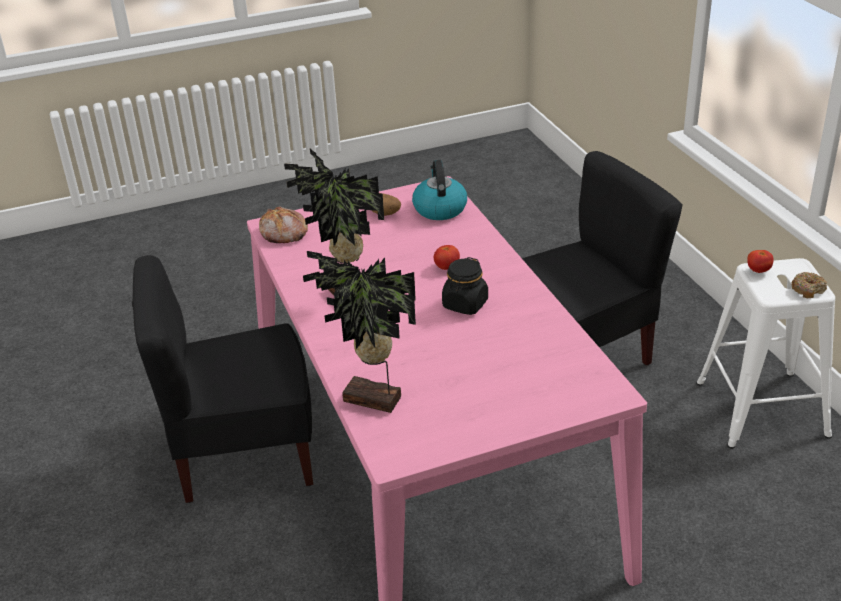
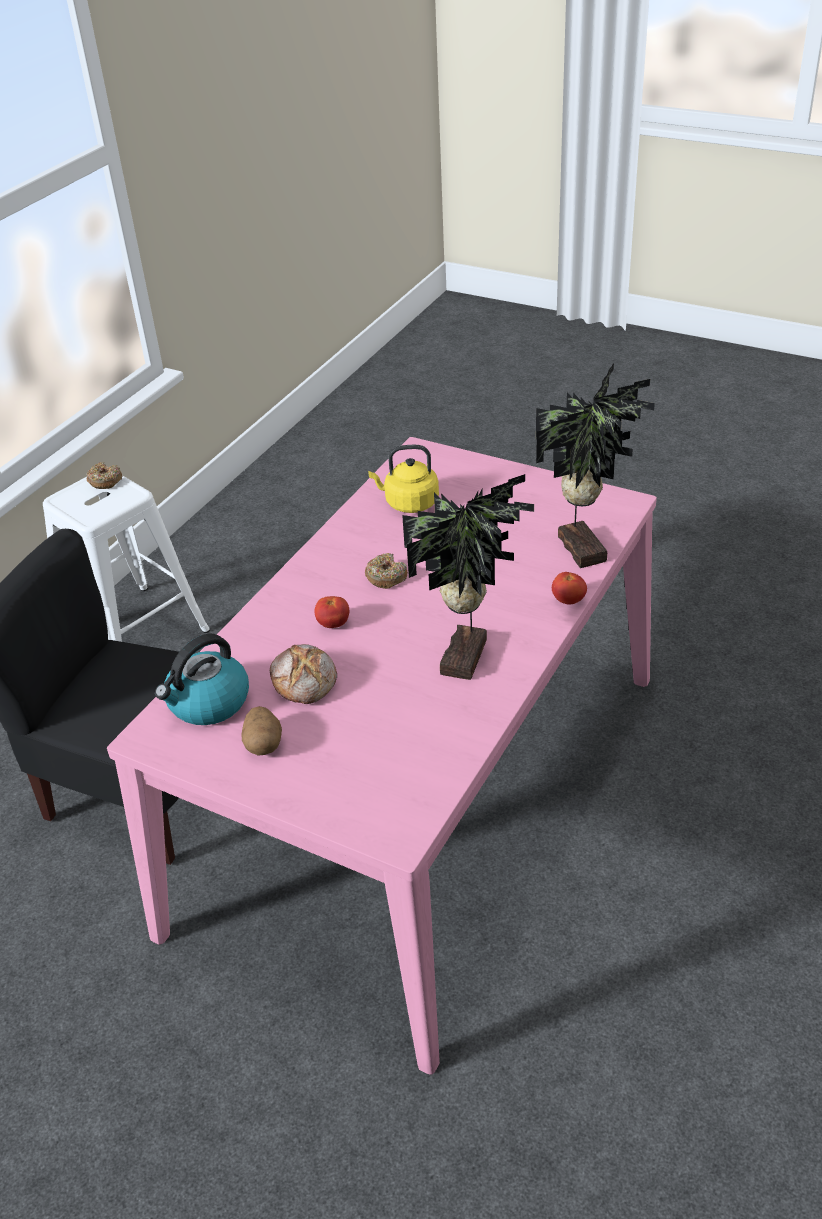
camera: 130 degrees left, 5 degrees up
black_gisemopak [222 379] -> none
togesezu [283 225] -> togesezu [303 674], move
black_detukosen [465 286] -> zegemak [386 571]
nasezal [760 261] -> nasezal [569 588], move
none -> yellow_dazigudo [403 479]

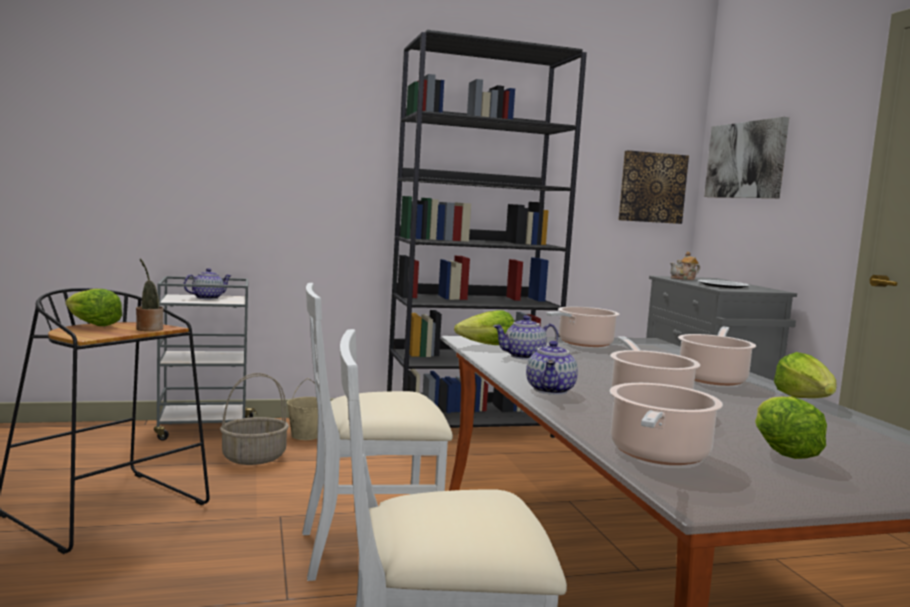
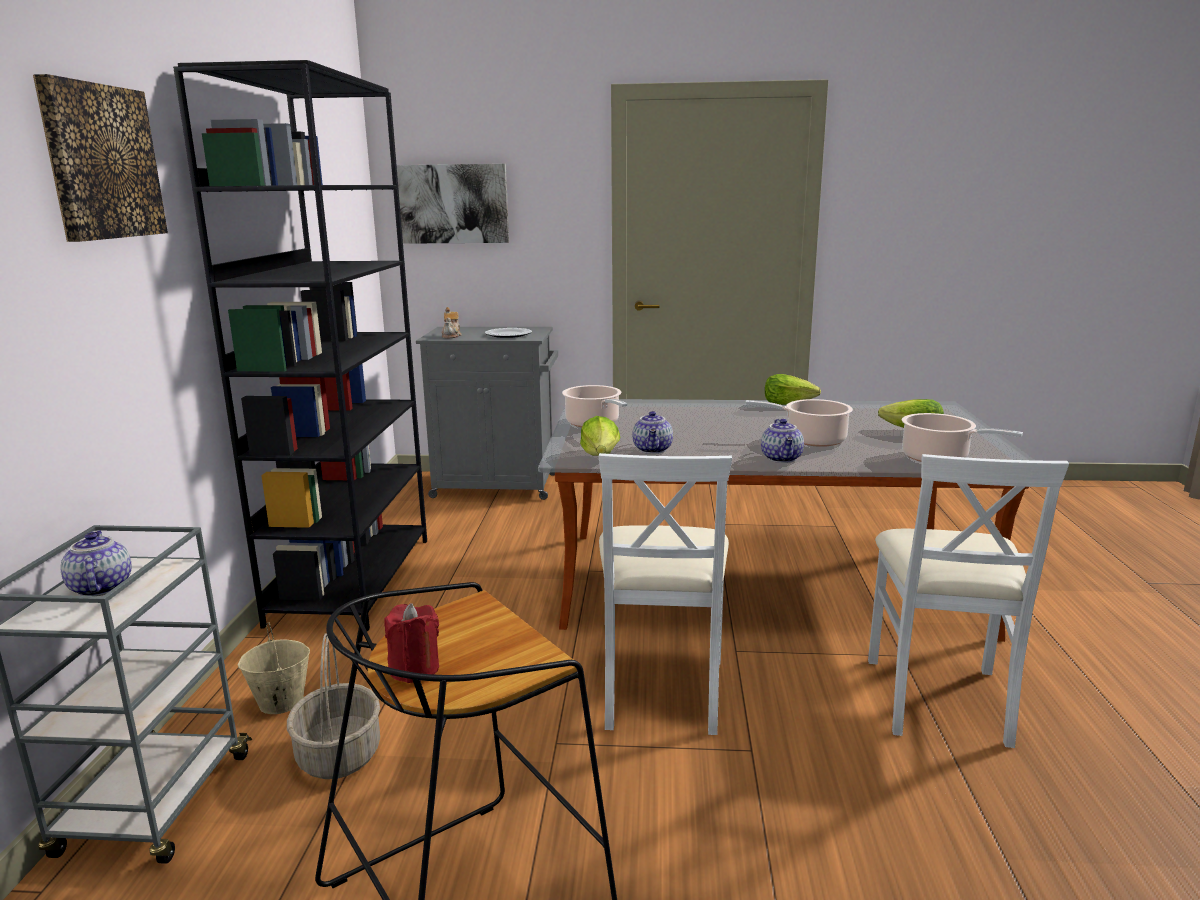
camera: 70 degrees left, 10 degrees up
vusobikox [94 307] -> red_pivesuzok [411 643]
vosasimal [149 295] -> none
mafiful [552 368] -> mafiful [782 441], 60 degrees clockwise
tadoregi [654 187] -> tadoregi [100 158], move
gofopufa [717 356] -> none

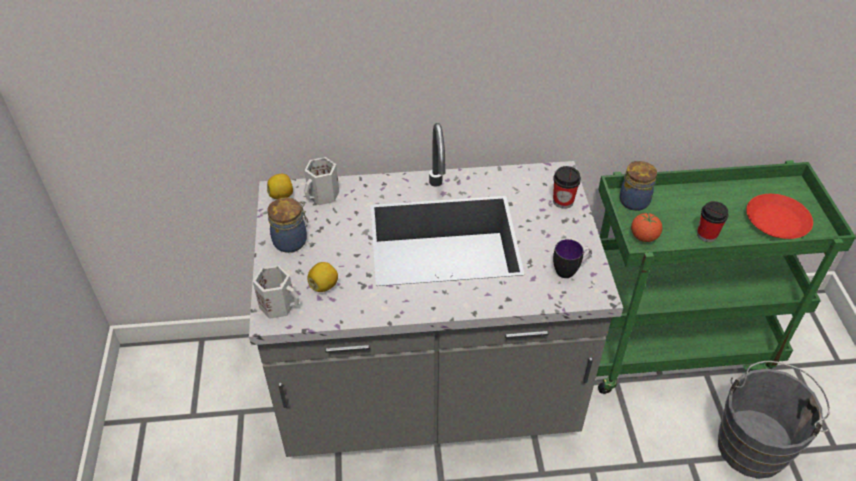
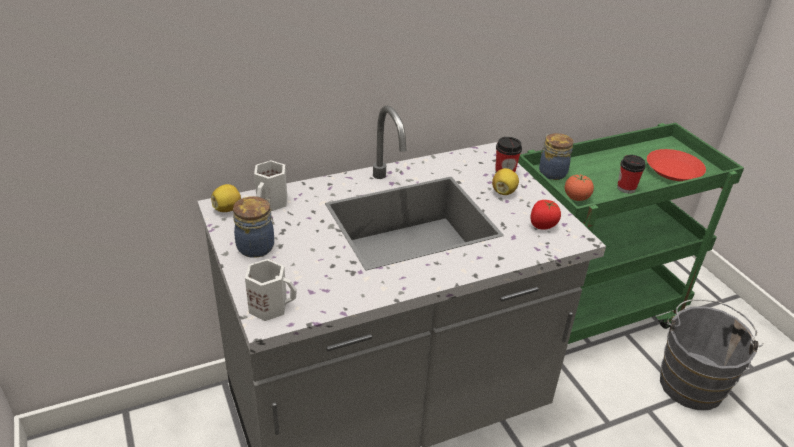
camera: 20 degrees left, 10 degrees down
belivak [323 277] -> belivak [505 181], move
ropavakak [572 258] -> nasezal [545 215]

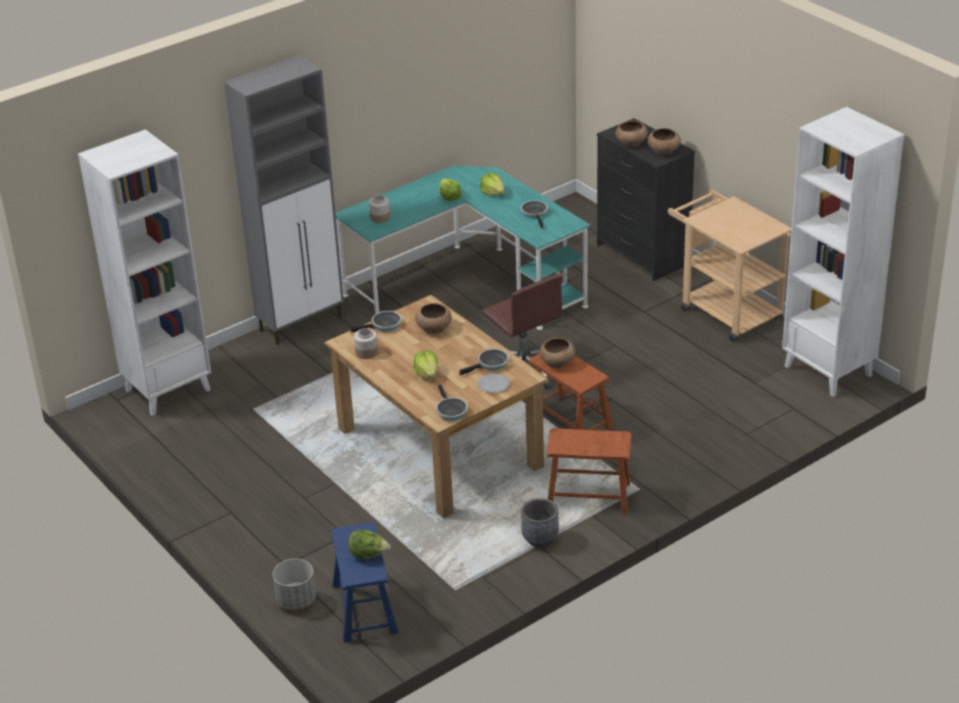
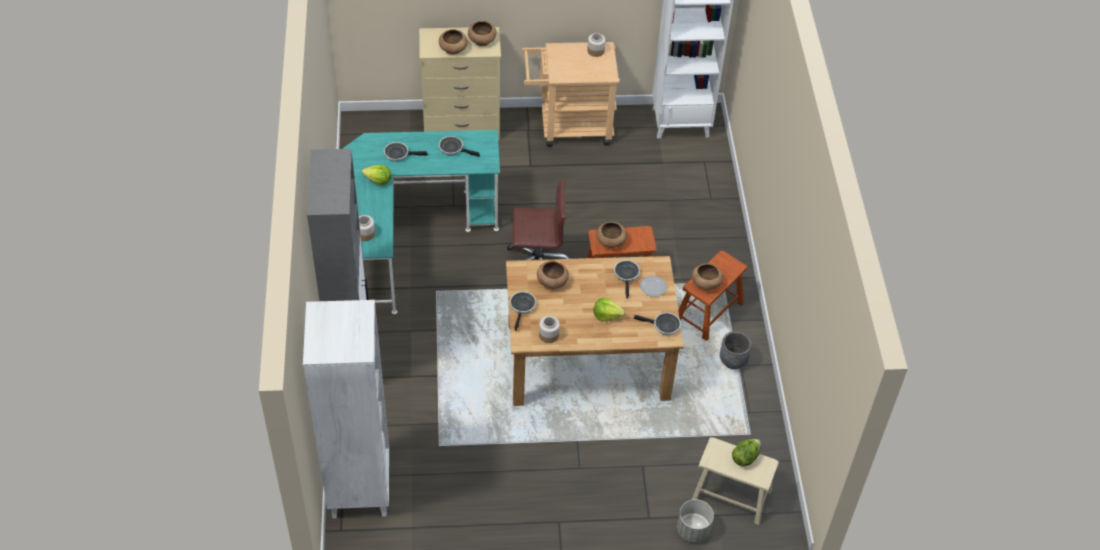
camera: 60 degrees left, 15 degrees up
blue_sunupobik [365 583] -> beige_sunupobik [735 481]
vusobikox [492 184] -> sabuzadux [406 152]
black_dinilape [646 199] -> beige_dinilape [460 83]
none -> detukosen [596 45]
none -> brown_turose [707 276]

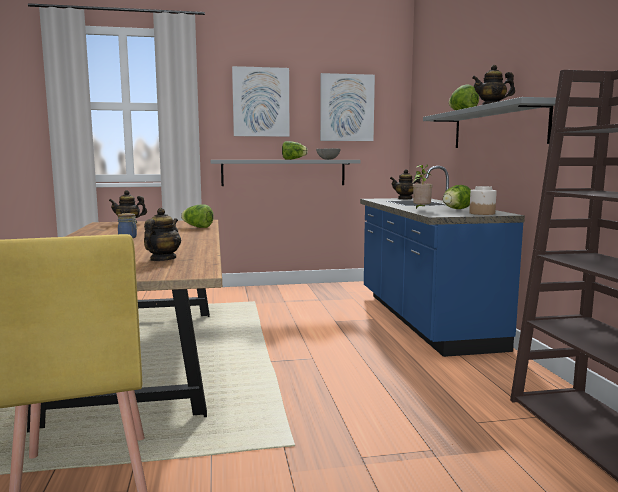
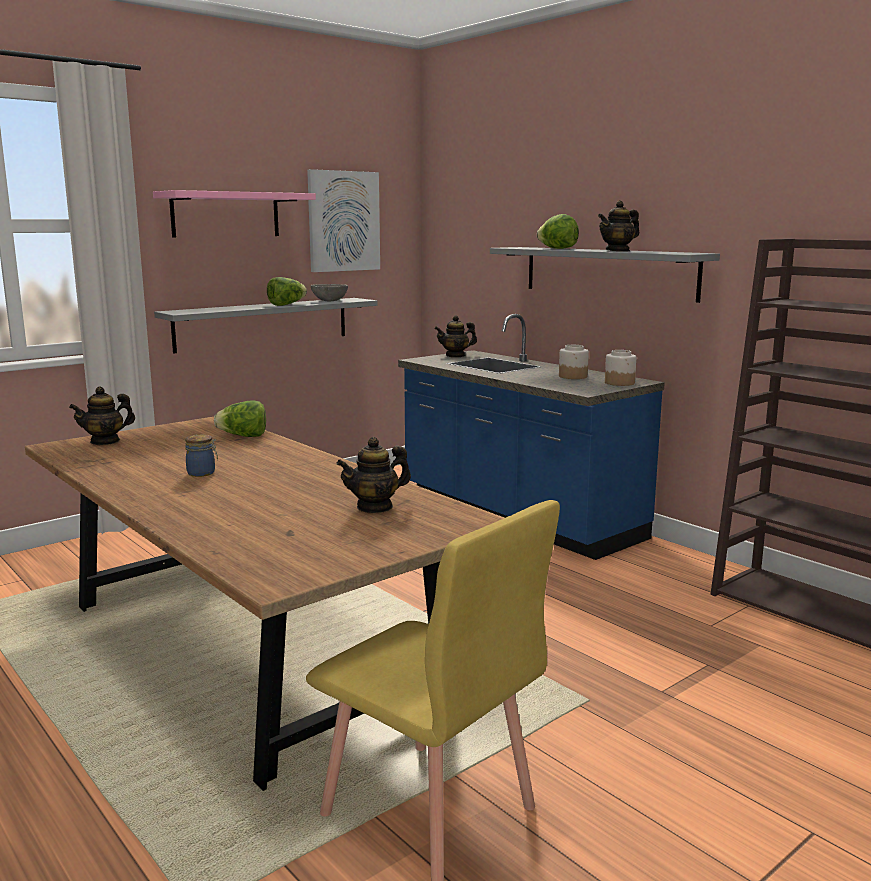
camera: 30 degrees left, 5 degrees up
mafiful [162 234] -> mafiful [373 475], 105 degrees counterclockwise
tadoregi [261 101] -> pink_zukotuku [234 213]
vosasimal [422 186] -> none
vusobikox [457 197] -> detukosen [574 362]

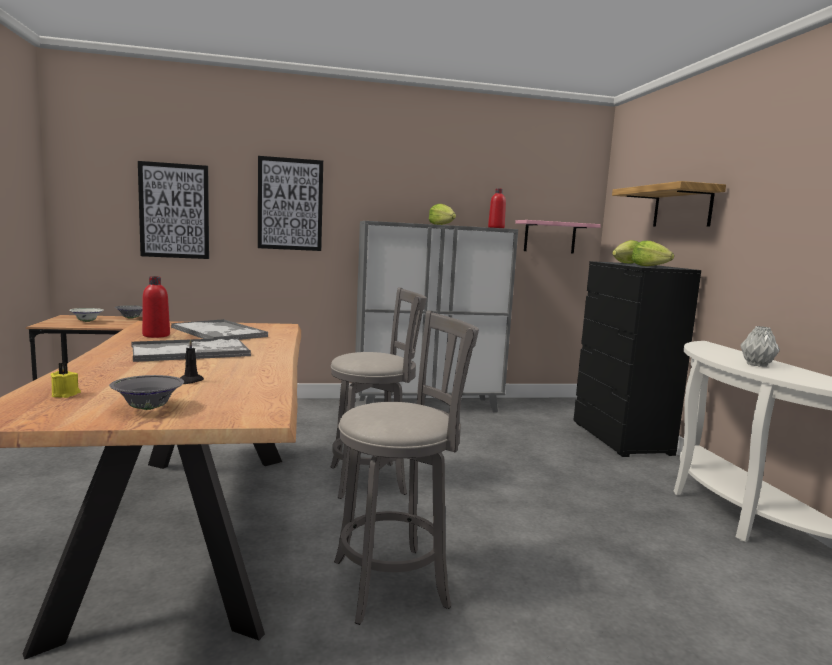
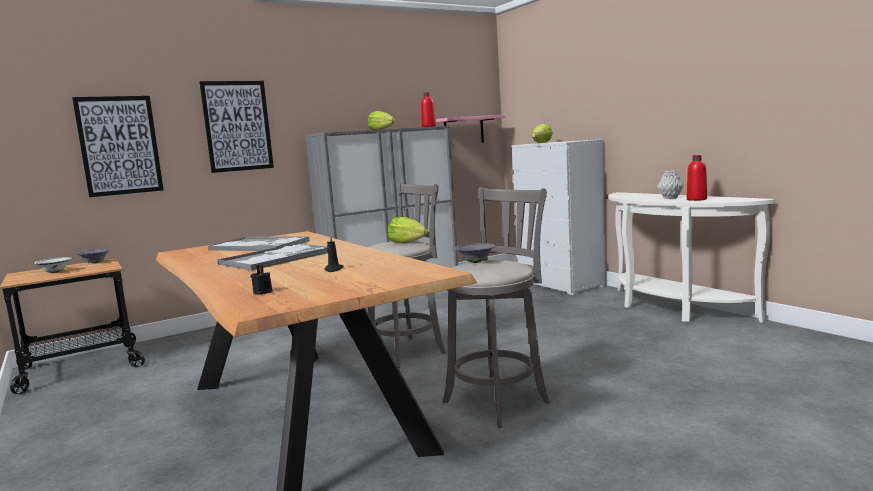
camera: 20 degrees left, 0 degrees up
yellow_pivesuzok [65 380] -> black_pivesuzok [261 280]
grey_turose [146 392] -> grey_turose [475 253], move
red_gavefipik [156 307] -> red_gavefipik [697 178], move
black_dinilape [637 359] -> white_dinilape [559 217]
zukotuku [669 204] -> none
vusobikox [653 253] -> vusobikox [408 230], move

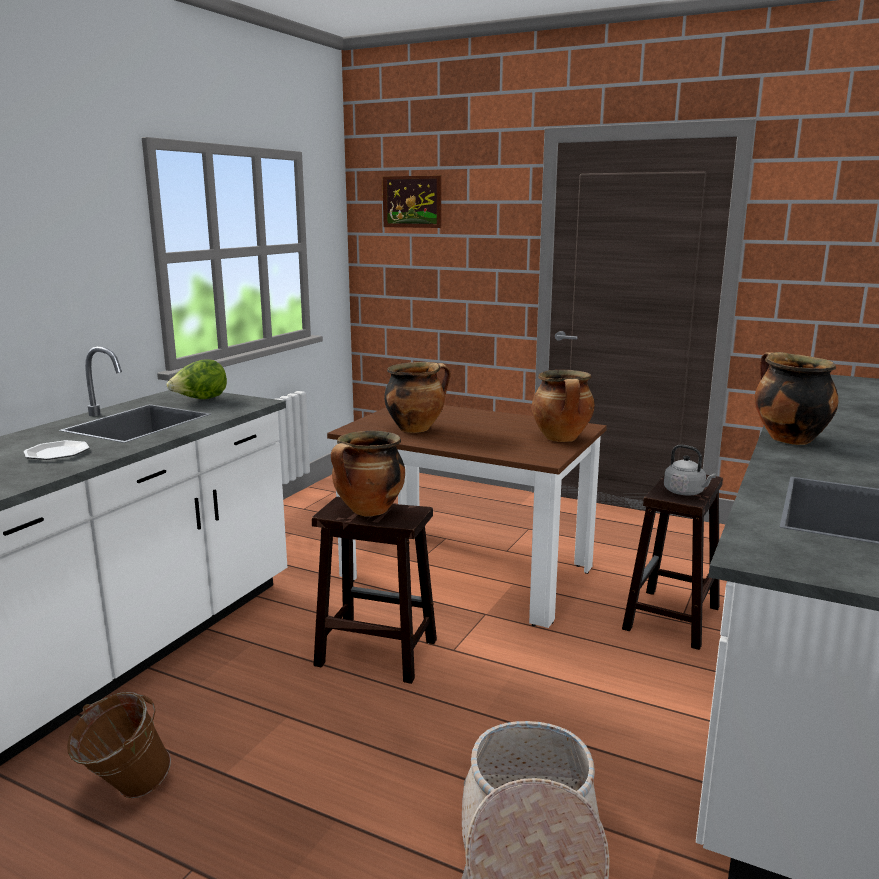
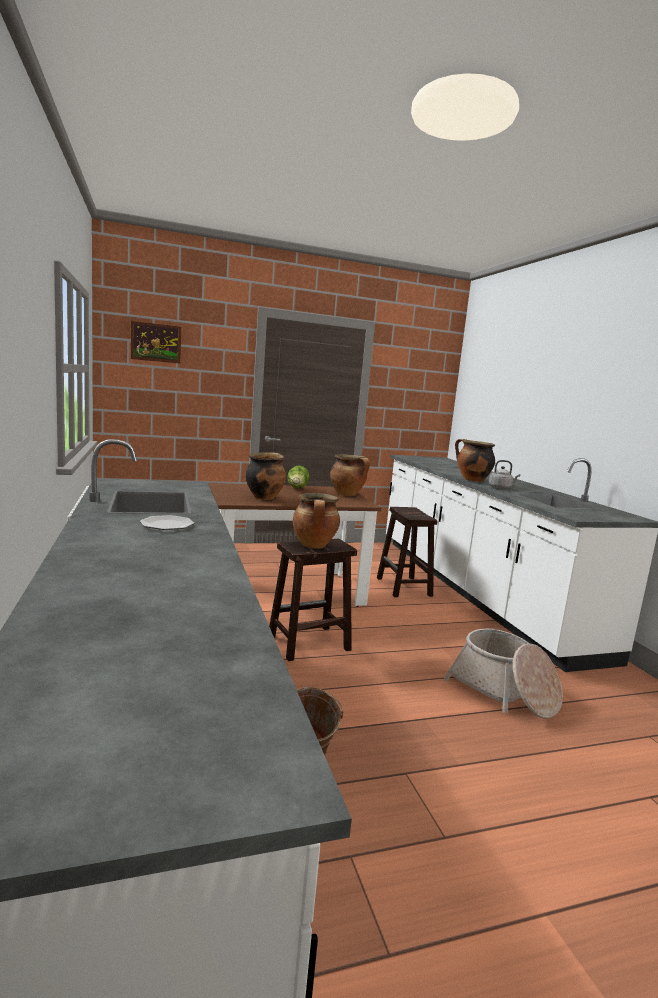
camera: 45 degrees left, 5 degrees down
vusobikox [197 379] -> vusobikox [298 477], move
grey_dazigudo [690 469] -> grey_dazigudo [504 474], move

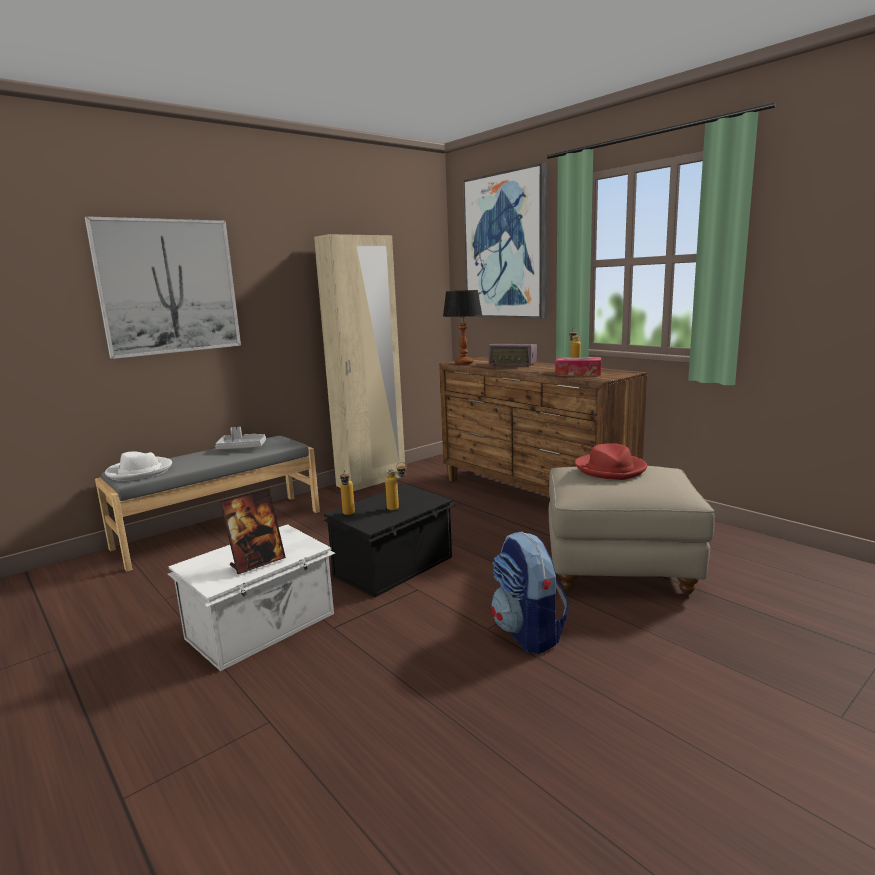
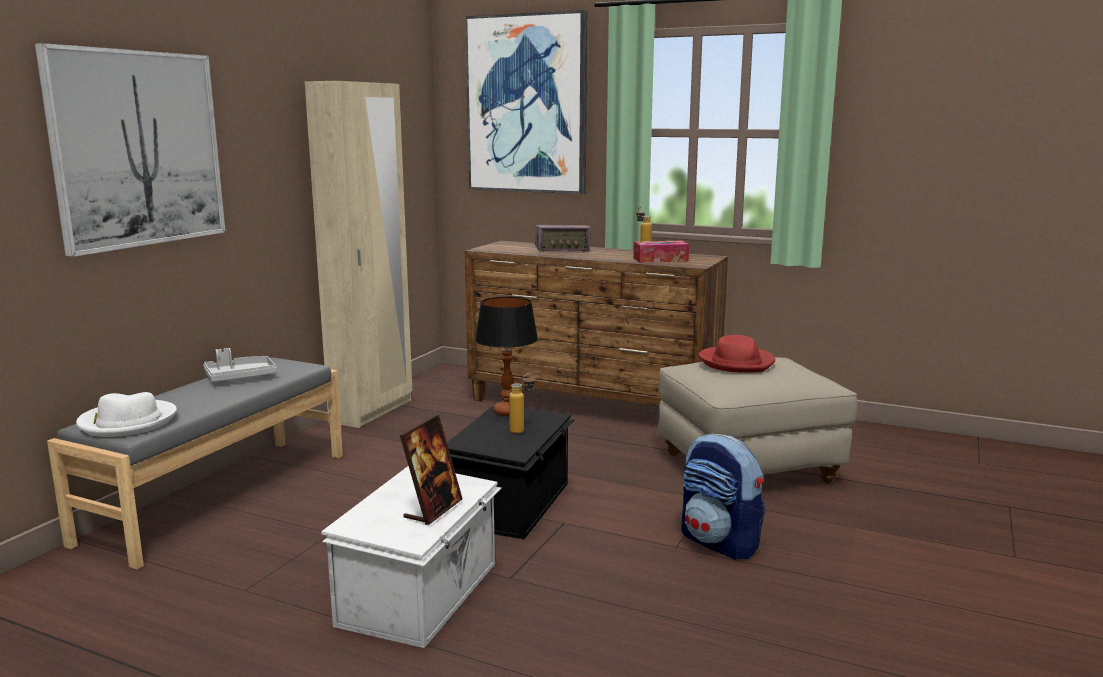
camera: 25 degrees left, 0 degrees up
gavefipik [347 492] -> none
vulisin [462 327] -> vulisin [506 356], move

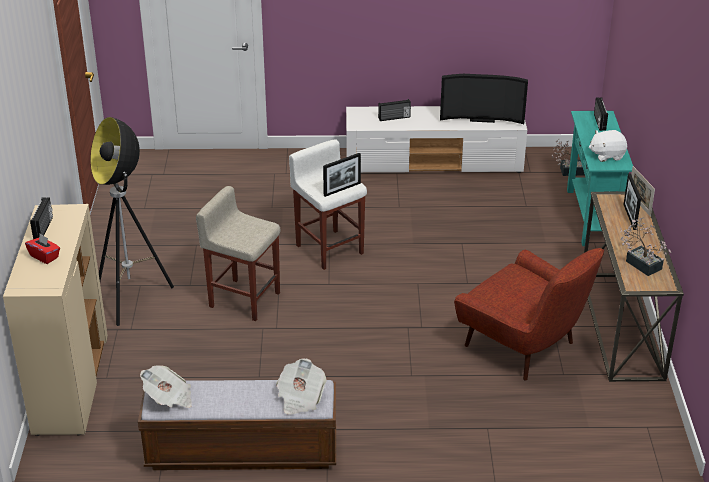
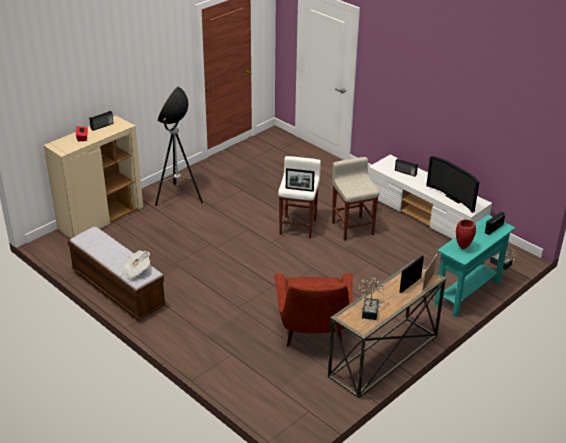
camera: 45 degrees right, 0 degrees up
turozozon [166 386] -> none
beige_sunupobik [238 253] -> beige_sunupobik [355 199], move
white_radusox [608 146] -> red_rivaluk [466 234]

